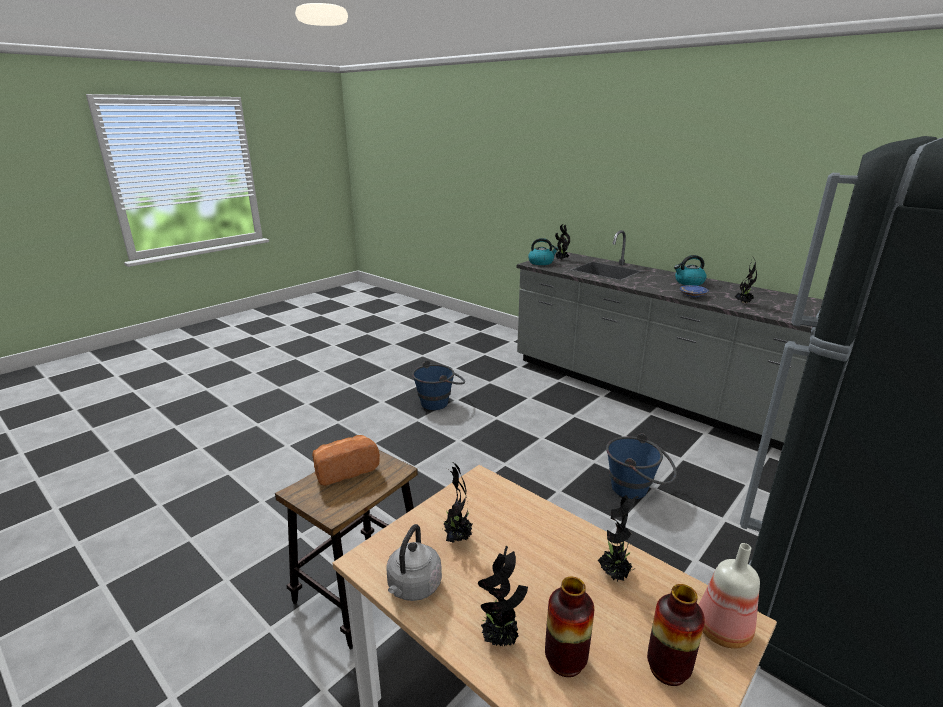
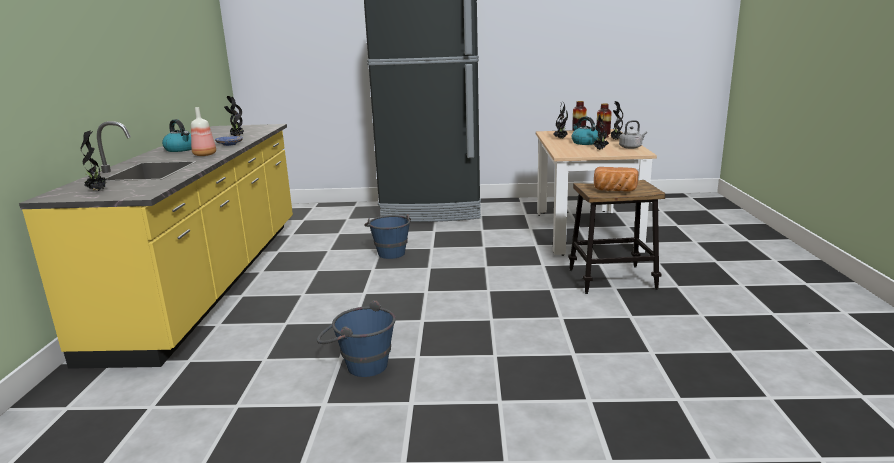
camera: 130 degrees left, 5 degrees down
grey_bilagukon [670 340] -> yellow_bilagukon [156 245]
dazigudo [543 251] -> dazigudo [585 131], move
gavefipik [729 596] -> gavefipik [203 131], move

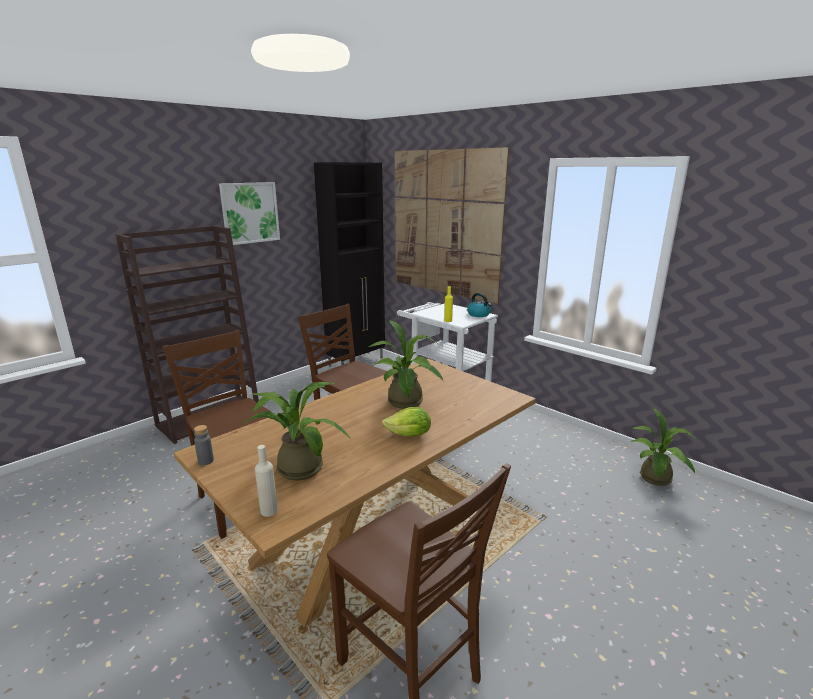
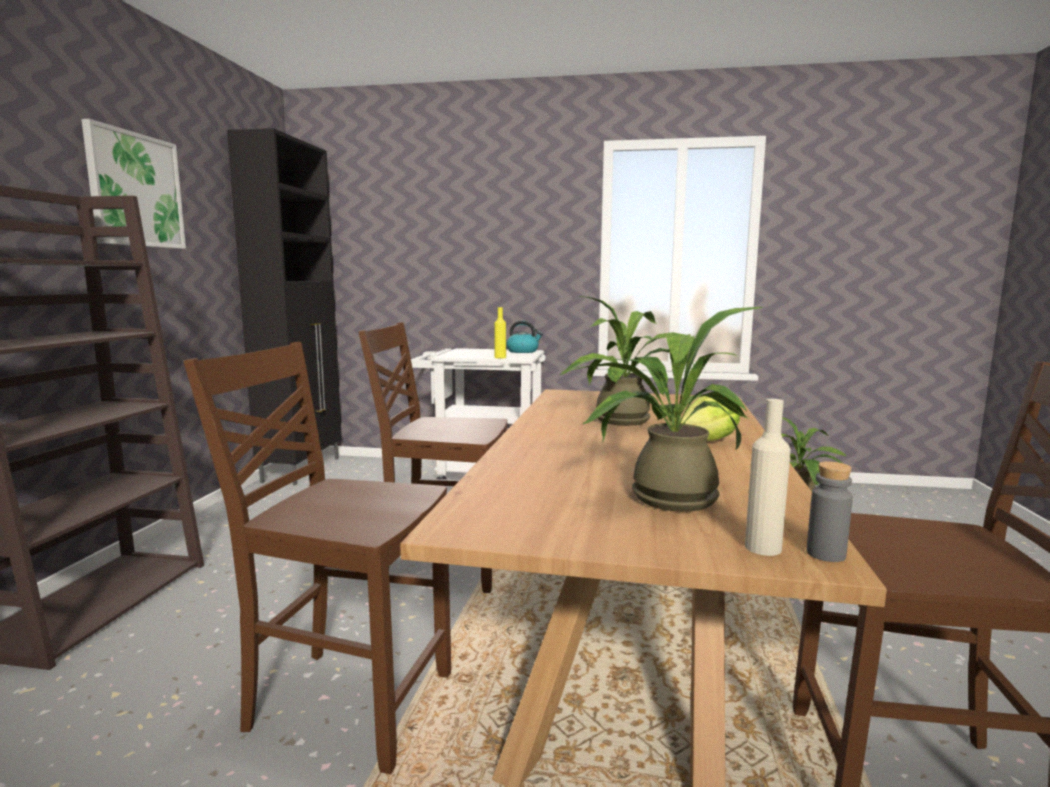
camera: 35 degrees left, 10 degrees down
grey_gavefipik [204 445] -> grey_gavefipik [830 511], move
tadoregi [452 225] -> none

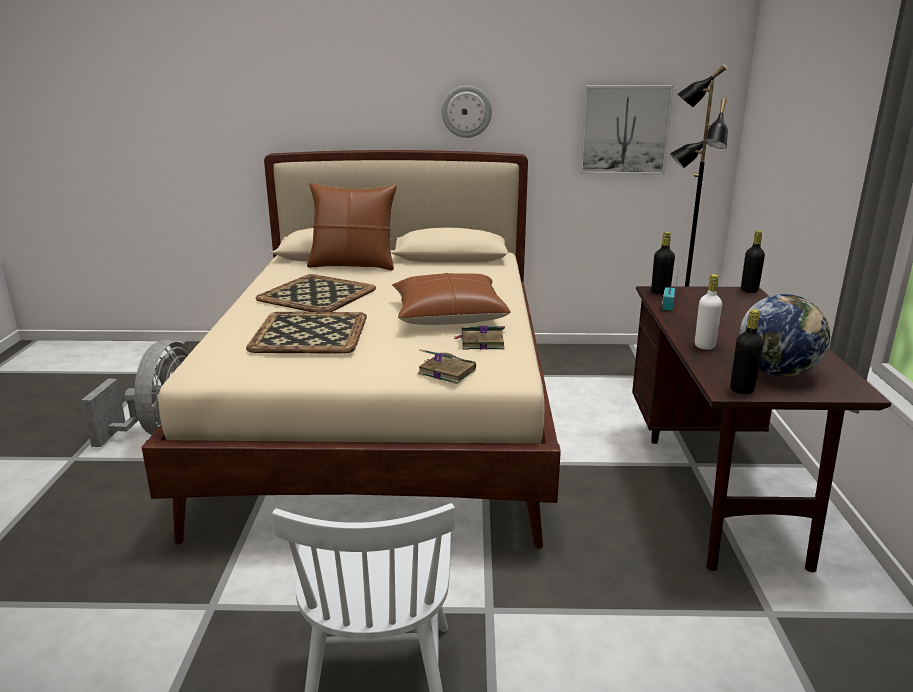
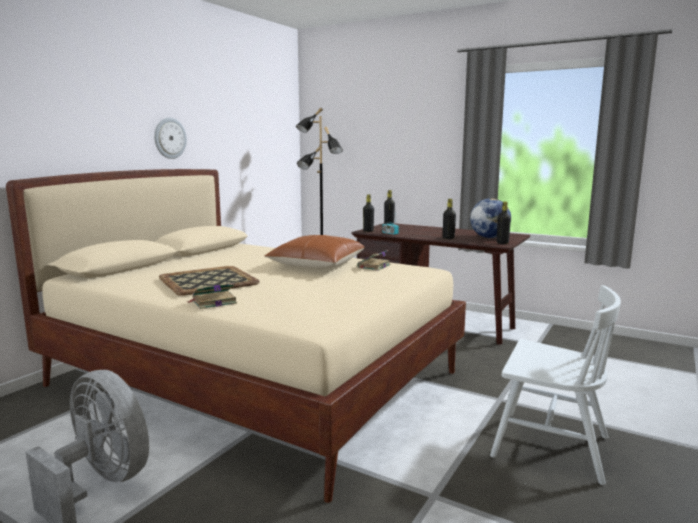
camera: 60 degrees left, 10 degrees down
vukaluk [306 333] -> none
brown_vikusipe [352 227] -> none
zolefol [447 366] -> zolefol [212 296], move
tadoregi [627 129] -> none
white_gavefipik [708 312] -> black_gavefipik [449 219]

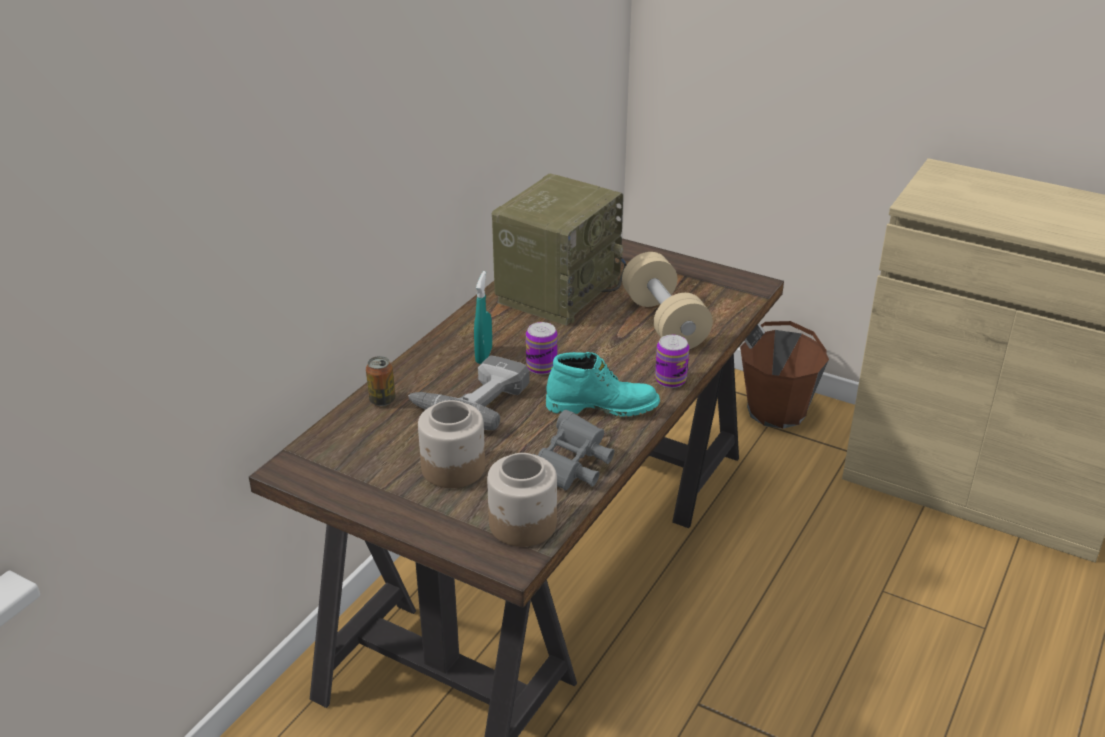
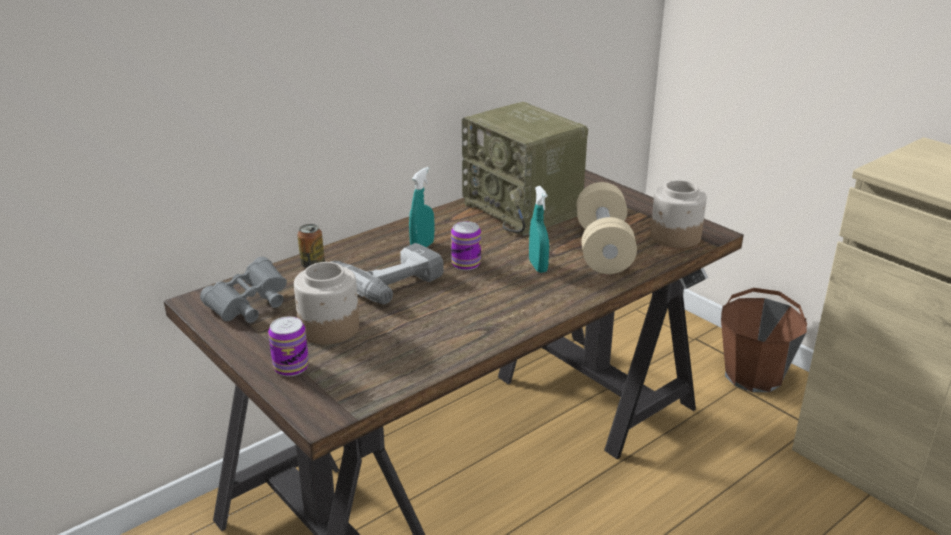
camera: 20 degrees right, 5 degrees down
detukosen [522 500] -> detukosen [678 214], move
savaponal [559 250] -> savaponal [525 169], 90 degrees clockwise
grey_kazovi [573 450] -> grey_kazovi [243 290], move
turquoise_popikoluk [603 384] -> none
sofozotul [672 361] -> sofozotul [288 346], move
none -> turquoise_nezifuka [539 229]

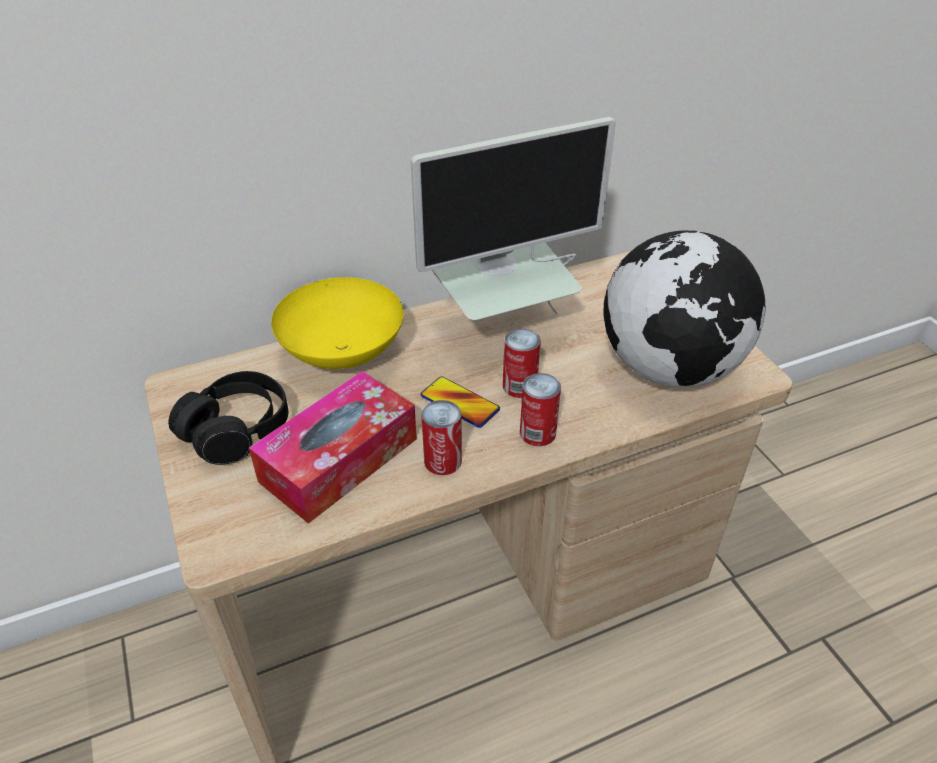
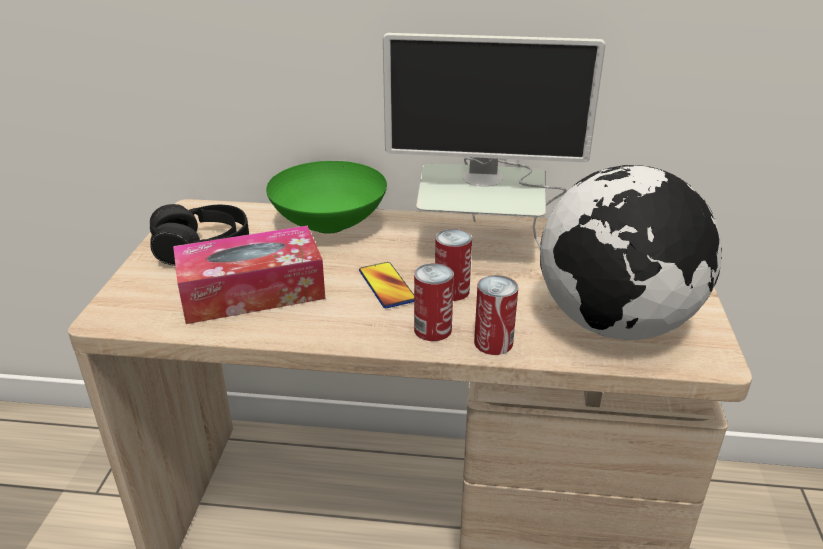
camera: 30 degrees right, 10 degrees down
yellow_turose [337 323] -> green_turose [326 197]
sofozotul [441 437] -> sofozotul [496 315], move

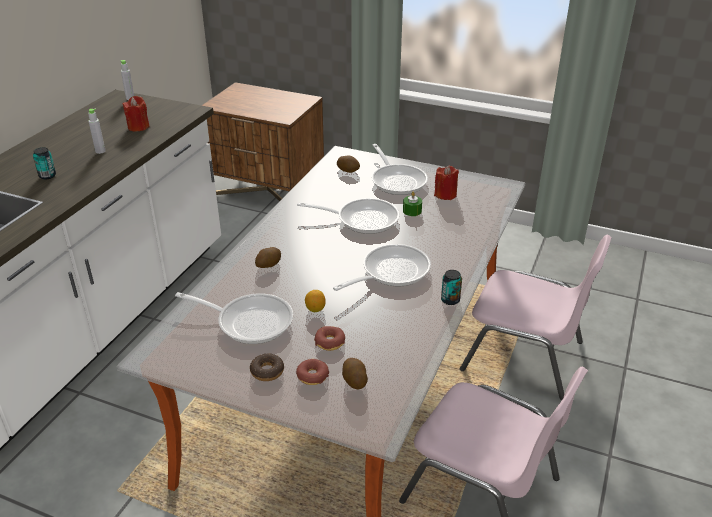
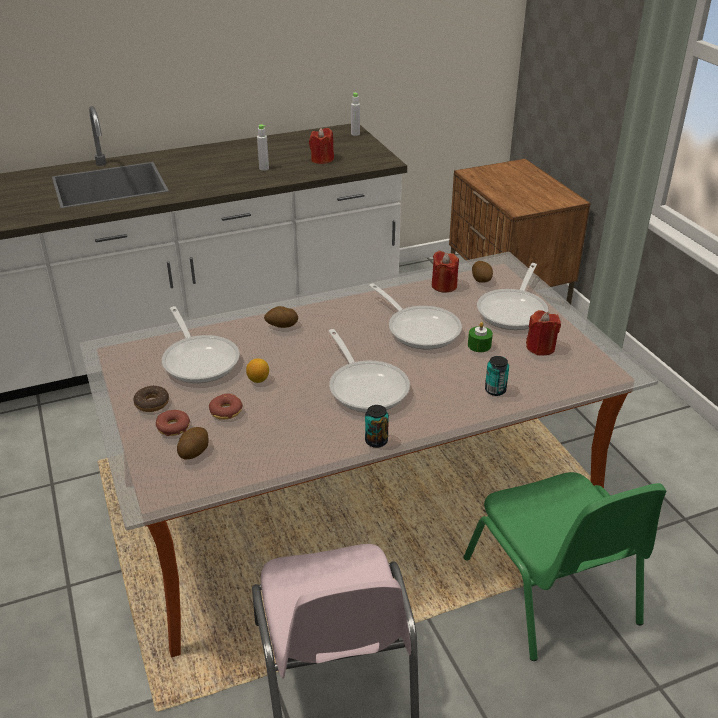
camera: 45 degrees right, 0 degrees up
sofozotul [44 163] -> sofozotul [497 376], move
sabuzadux [382 267] -> sabuzadux [369 371], 60 degrees clockwise
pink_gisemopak [536 317] -> green_gisemopak [565 566]
none -> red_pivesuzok [445 271]

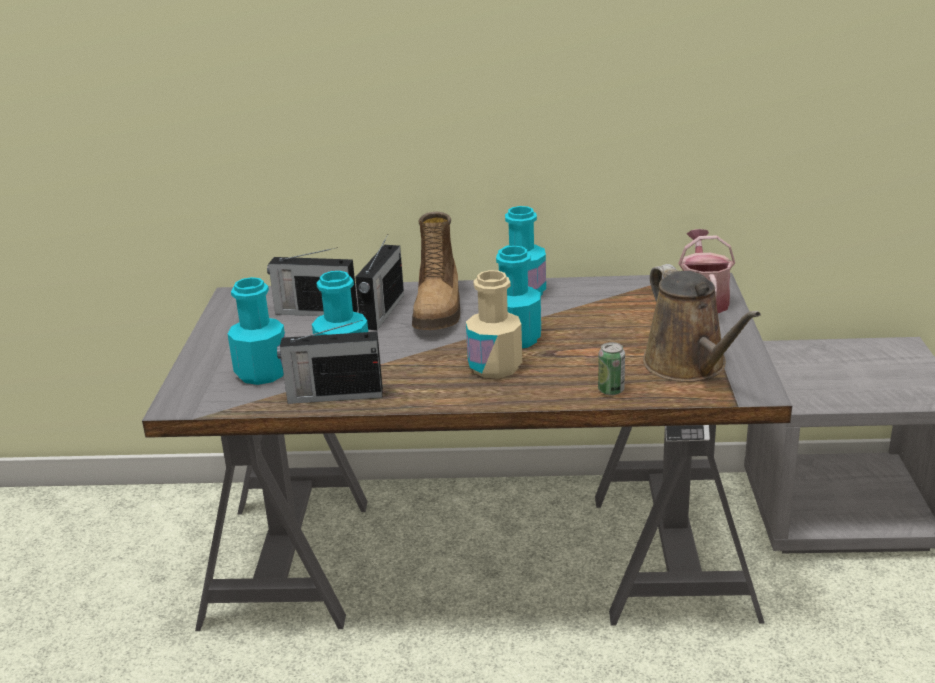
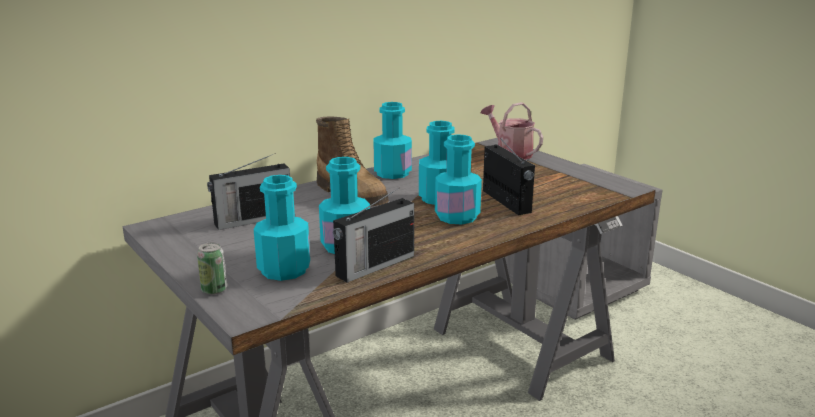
camera: 40 degrees left, 5 degrees down
savaponal [379 282] -> savaponal [509 175], move
beige_gavefipik [494 324] -> turquoise_gavefipik [458 179]
sofozotul [611 369] -> sofozotul [212 268], move
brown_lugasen [702 323] -> none

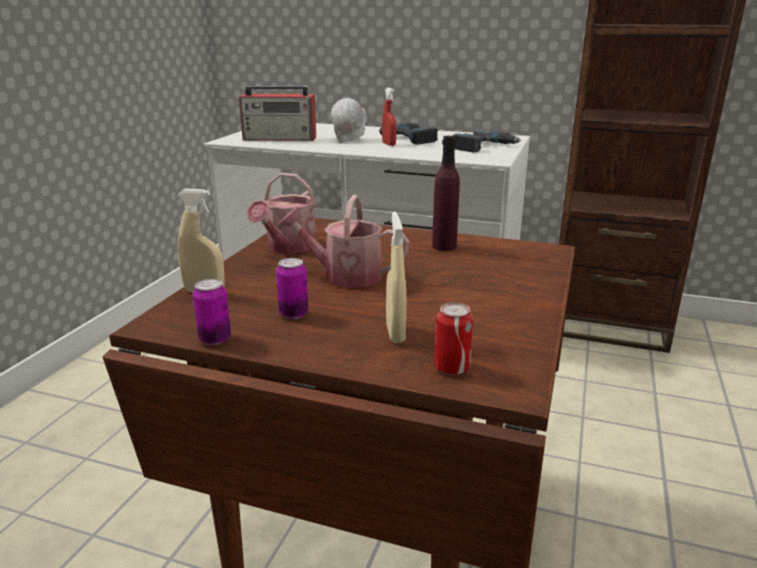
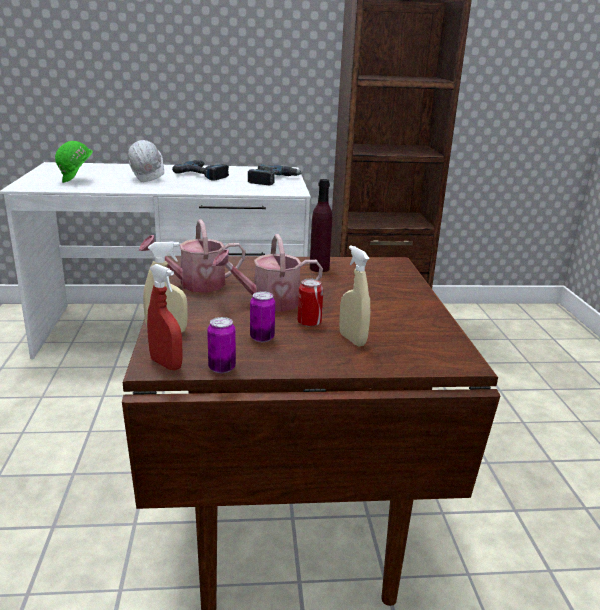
camera: 25 degrees left, 0 degrees up
savaponal [277 112] -> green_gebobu [74 162]
lugasen [282 213] -> lugasen [192 255], 75 degrees clockwise
red_nezifuka [389 117] -> red_nezifuka [165 317], move
sofozotul [453 339] -> sofozotul [310 302], move

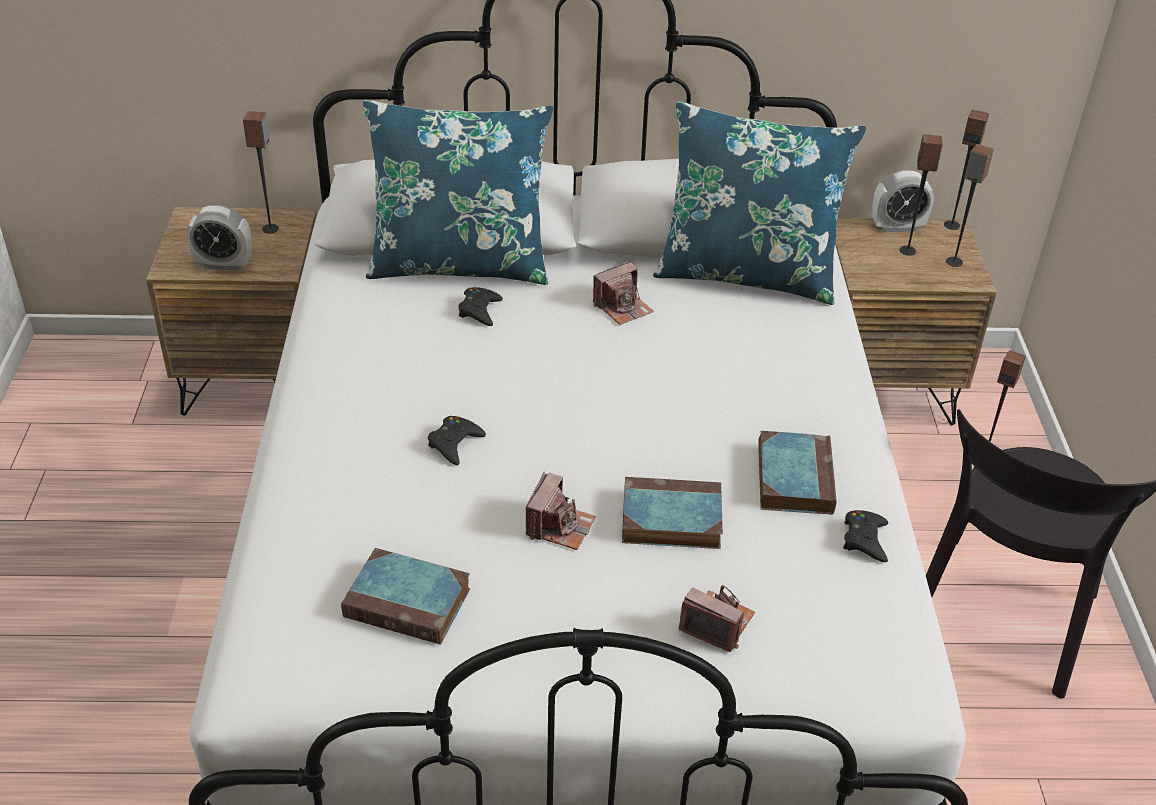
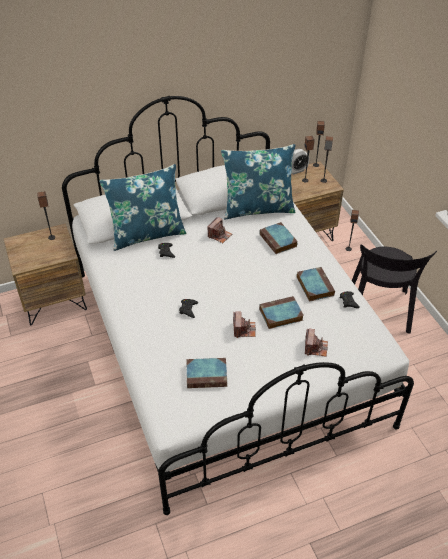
camera: 20 degrees left, 5 degrees up
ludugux [219 238] -> none
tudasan [716 618] -> tudasan [316 342], 90 degrees clockwise
none -> zolefol [278 238]

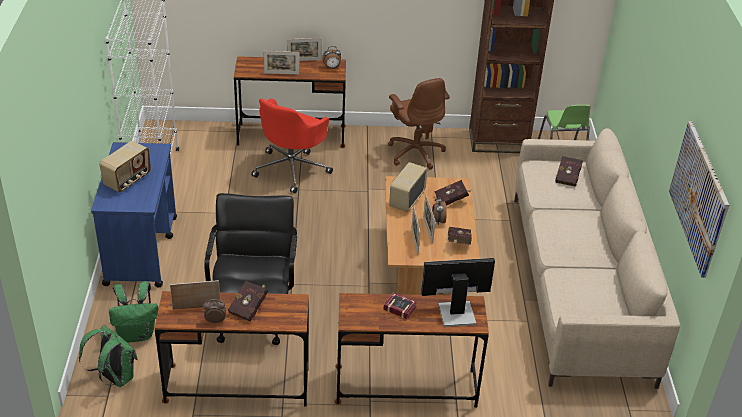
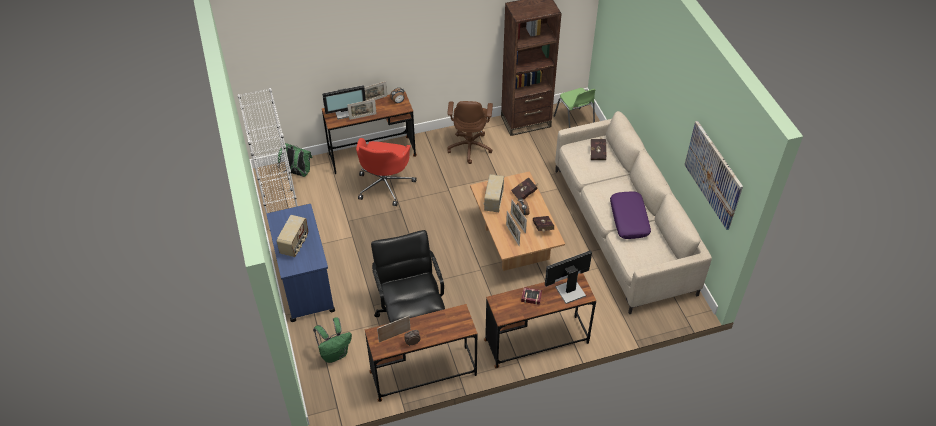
camera: 15 degrees left, 10 degrees up
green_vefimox [108 356] -> green_vefimox [295 160], move
red_zolefol [248 301] -> none
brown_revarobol [419 124] -> brown_revarobol [470 132], 45 degrees clockwise
none -> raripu [344 102]
none -> purple_vikusipe [630 215]

